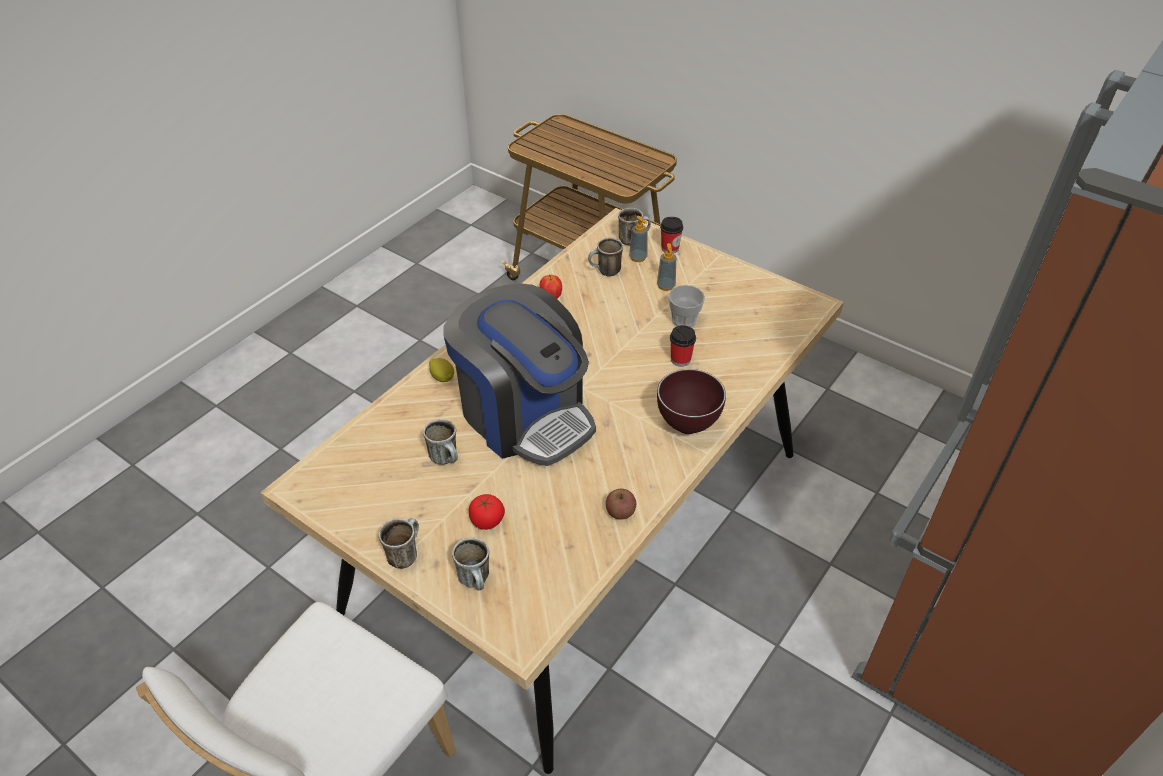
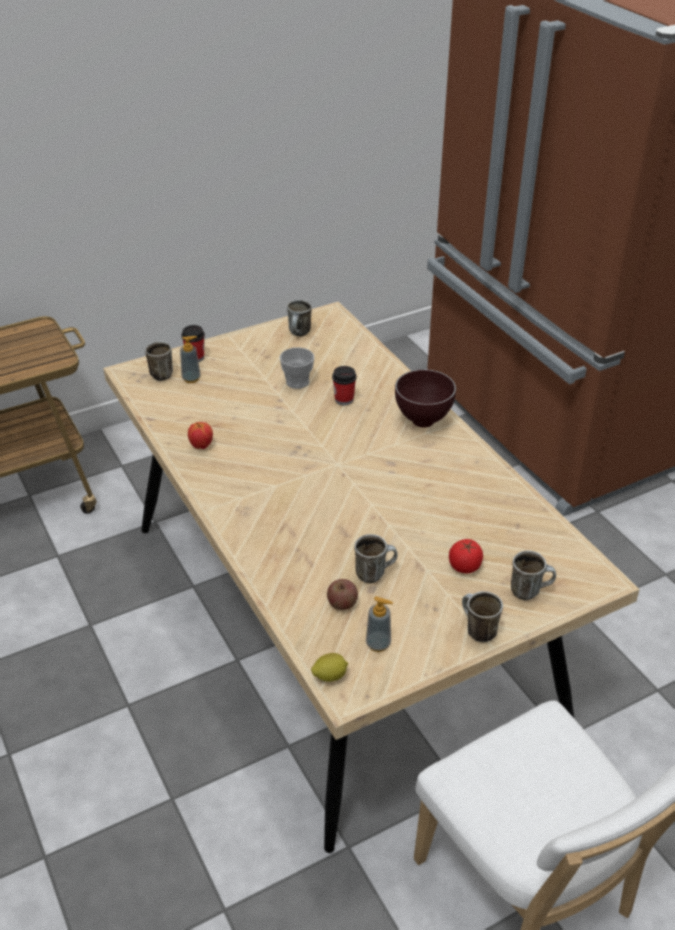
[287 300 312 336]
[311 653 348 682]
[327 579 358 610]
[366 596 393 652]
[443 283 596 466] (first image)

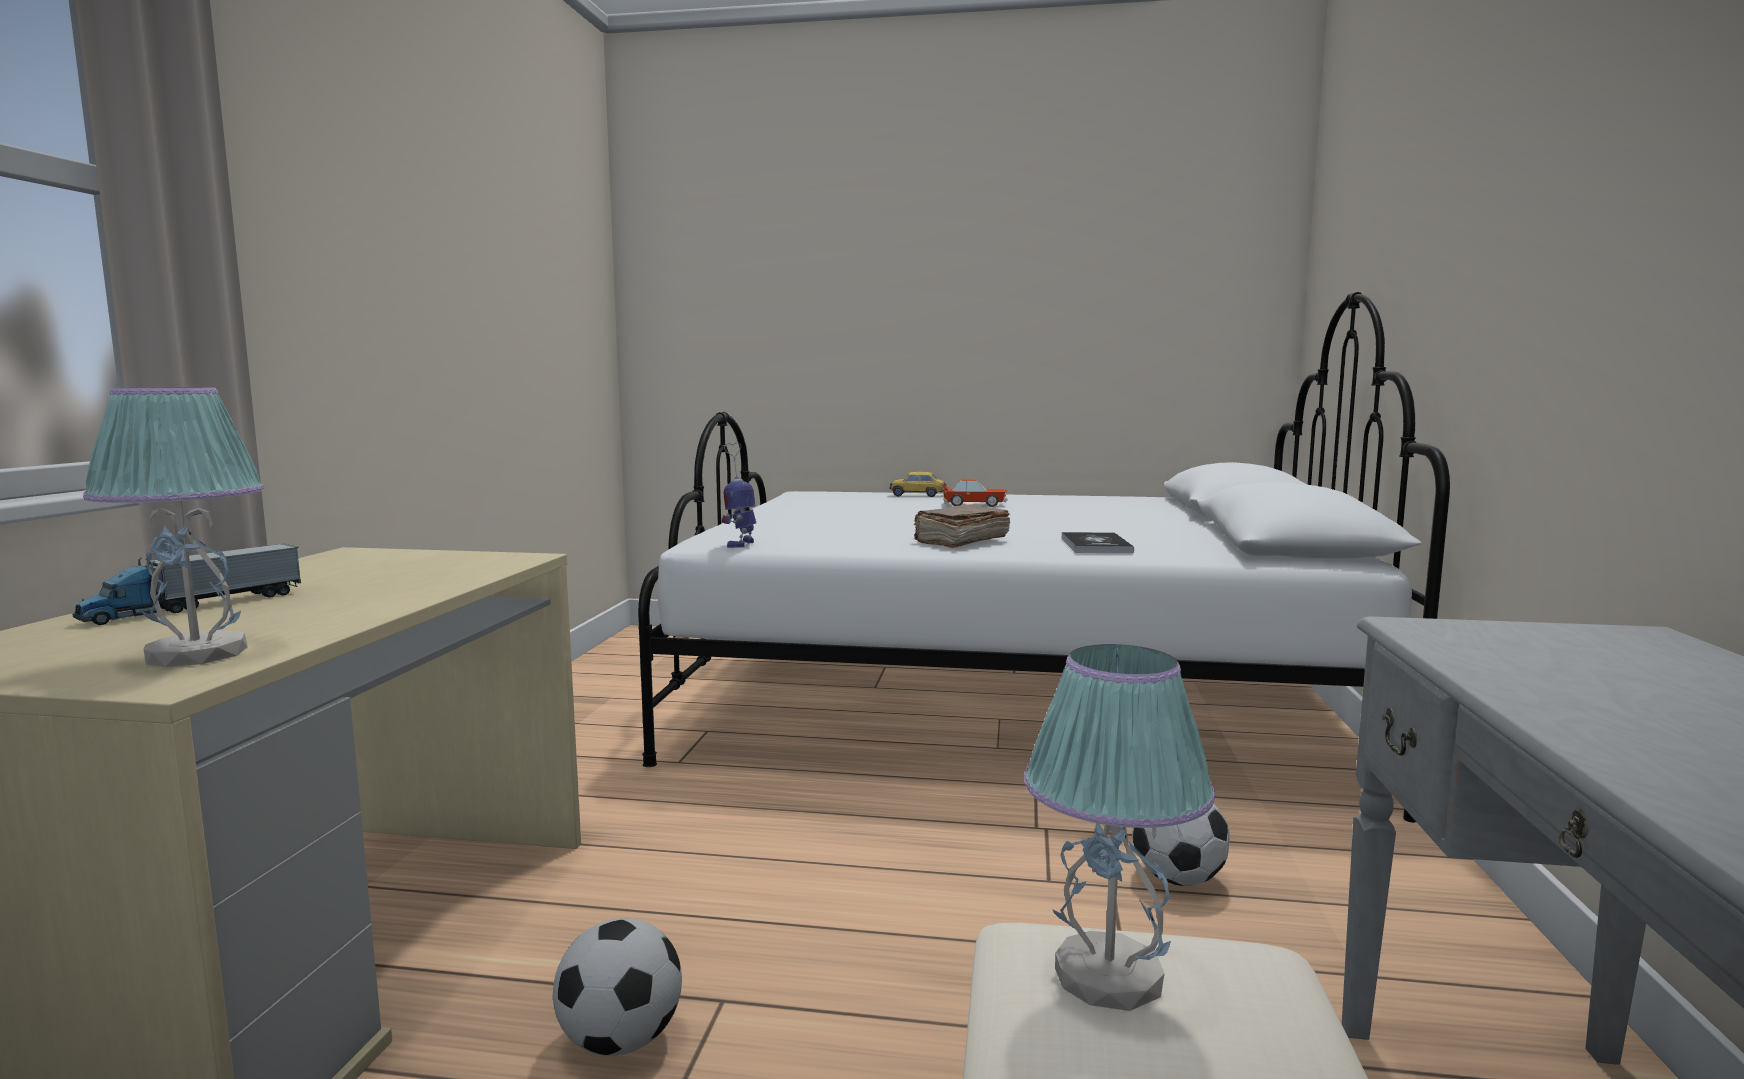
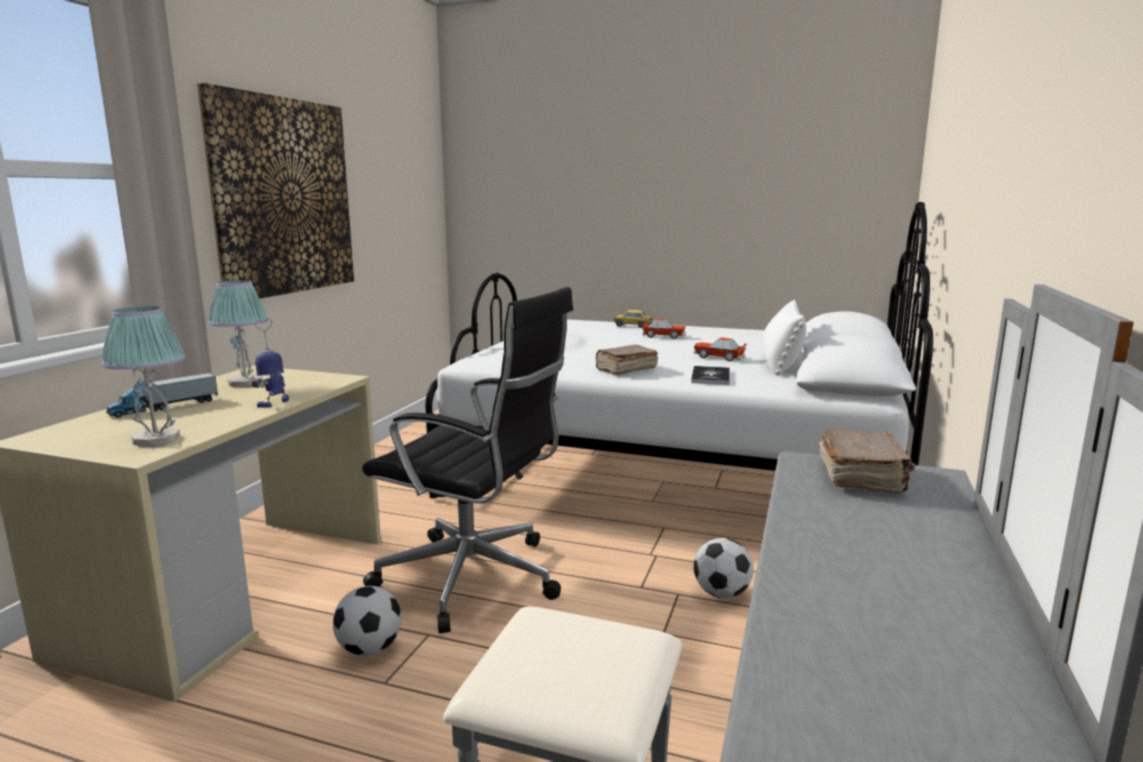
[197 83 354 299]
[208 280 268 387]
[252 319 289 408]
[362 287 573 633]
[694 338 747 361]
[763 300 806 375]
[819 428 915 493]

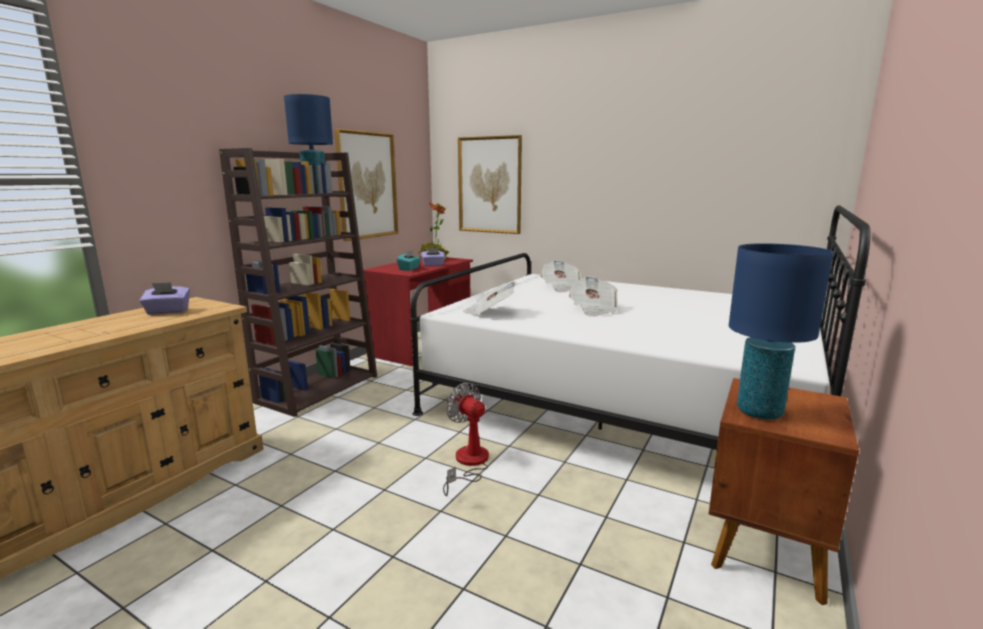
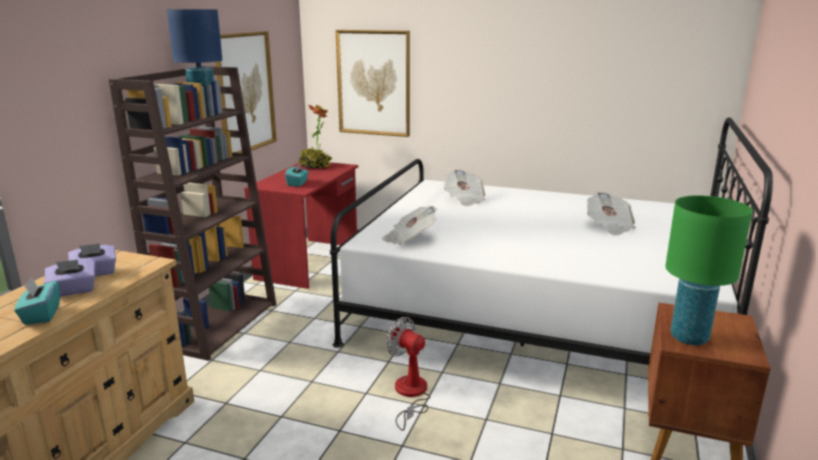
[14 277 60 325]
[44 259 95 297]
[587 192 636 236]
[665 195 753 345]

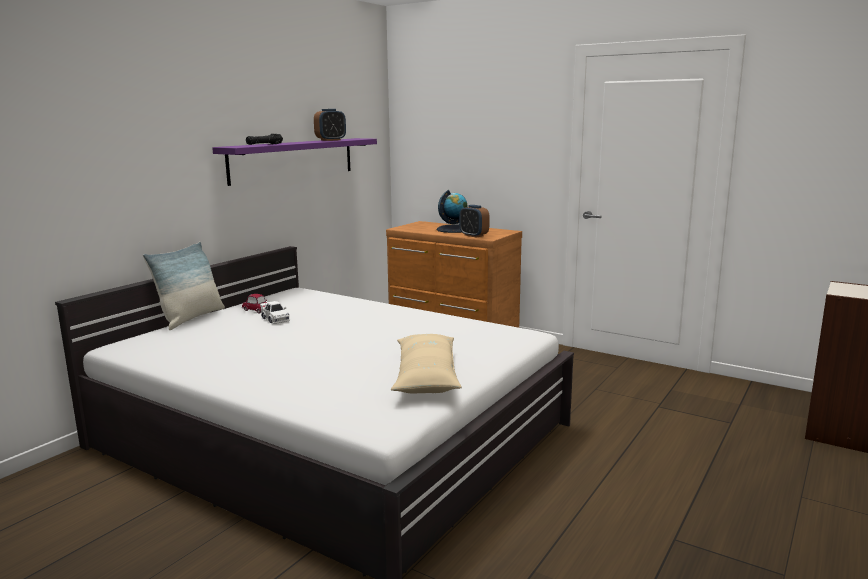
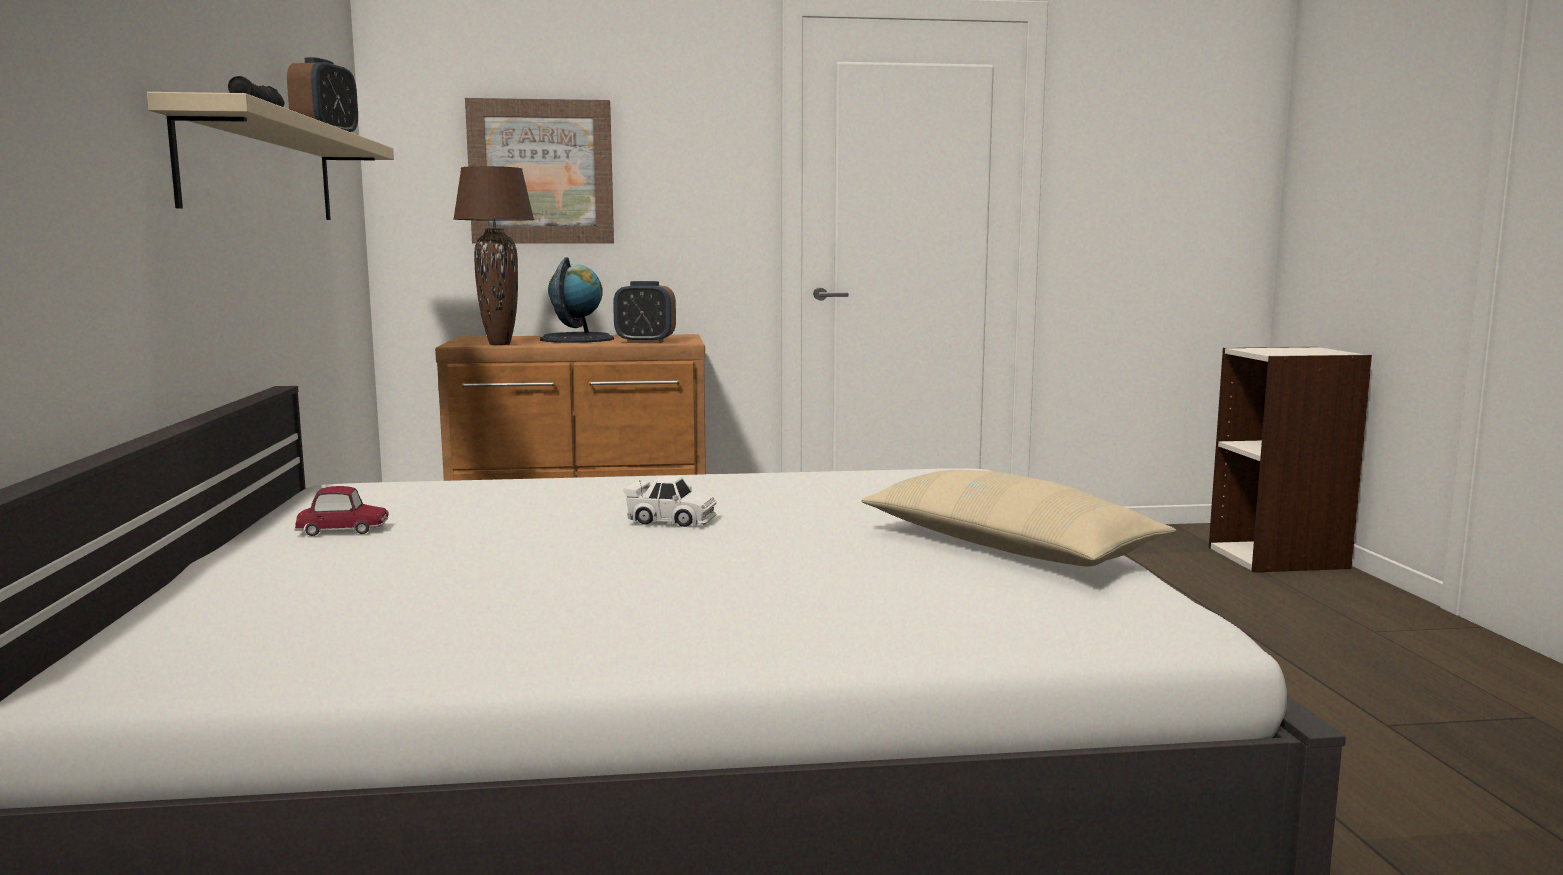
[147 92 394 220]
[453 166 534 345]
[465 98 614 244]
[624 476 717 527]
[143 242 225 330] (first image)

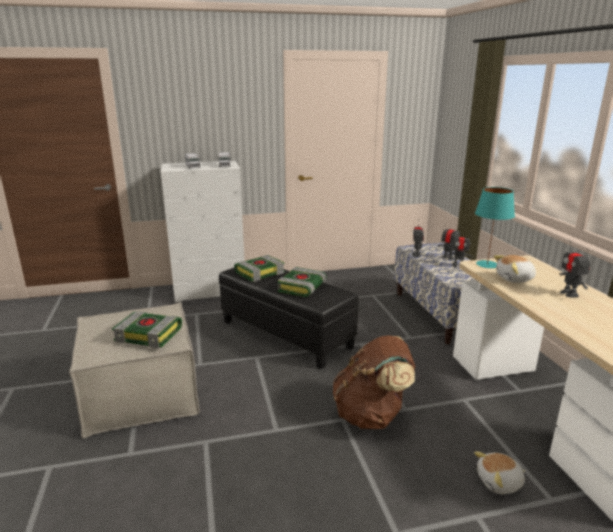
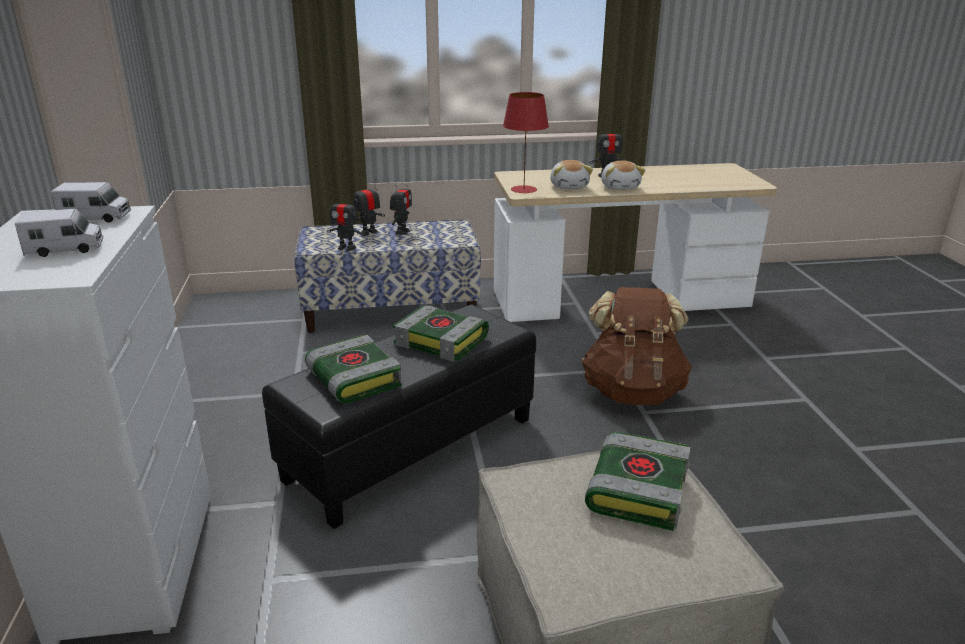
[503 92 549 193]
[601 161 646 190]

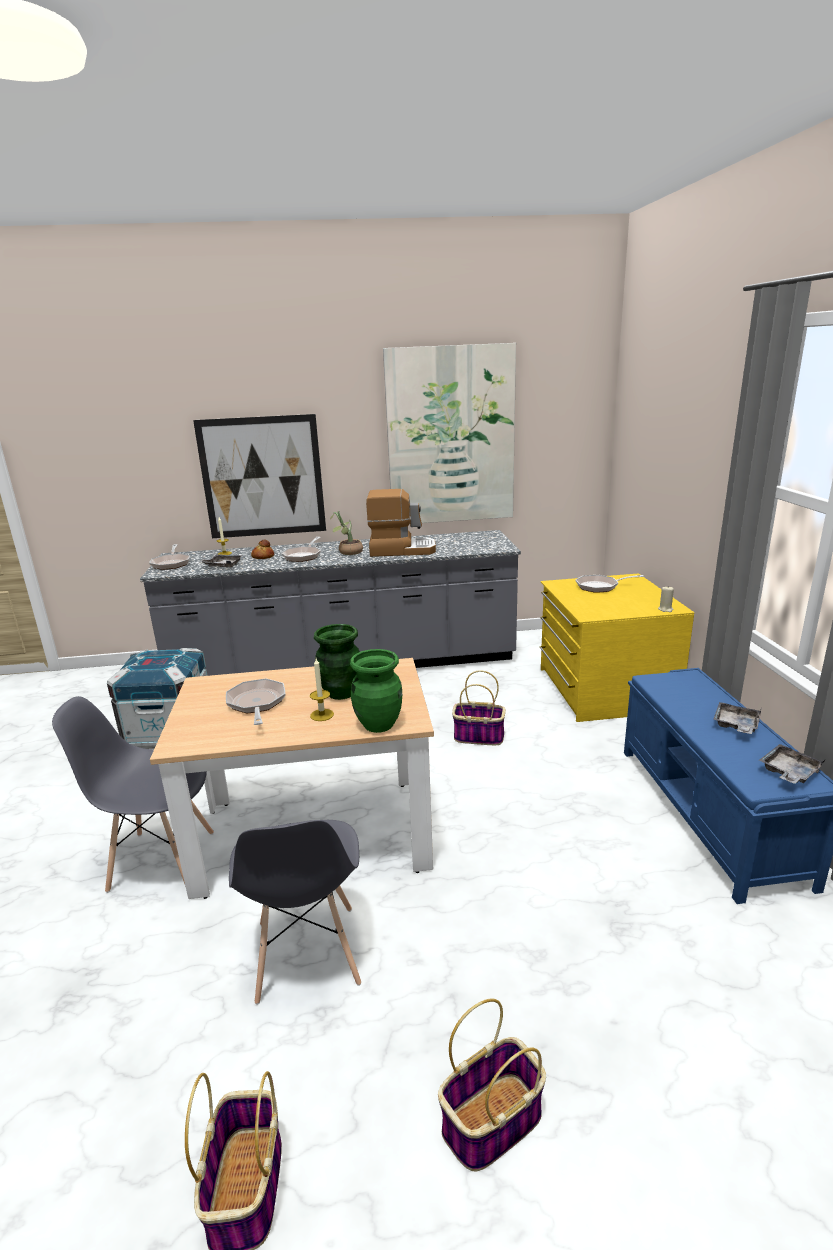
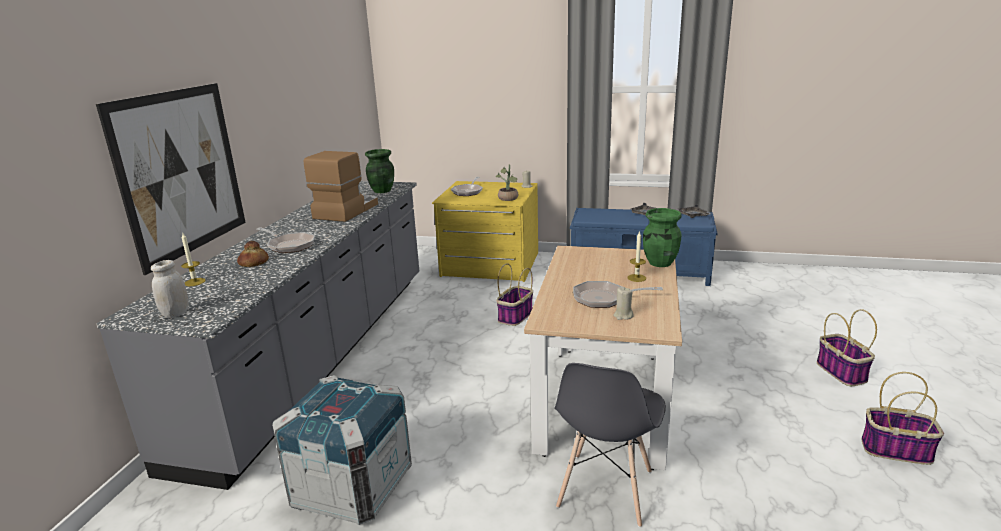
[151 260 188 318]
[365 149 394 193]
[496 164 518 201]
[613 287 634 320]
[199 554 241 567] (first image)
[229 820 361 1005] (first image)
[383 343 516 523] (first image)

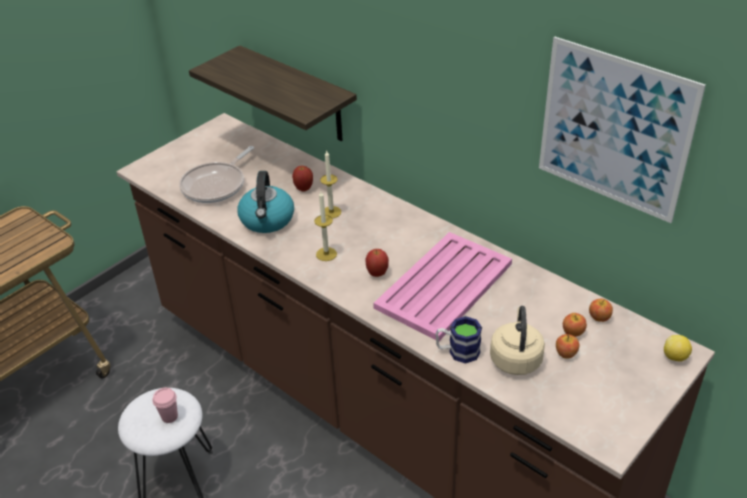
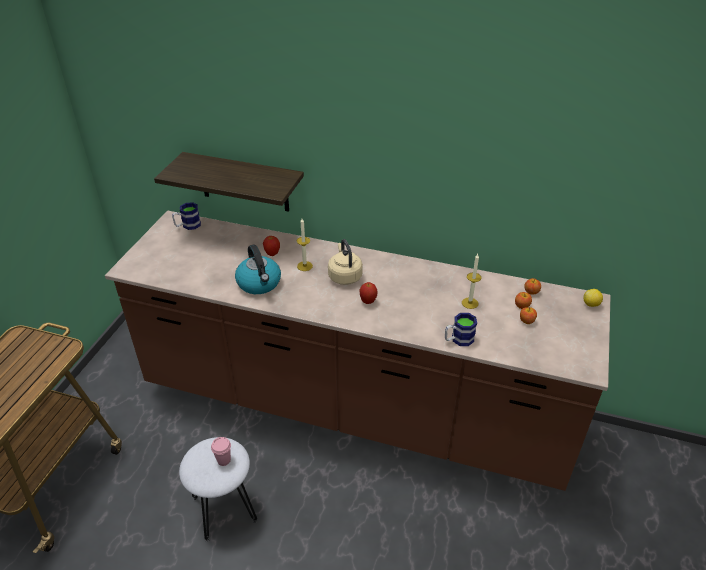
[172 202 201 230]
[328 239 363 285]
[462 254 481 309]
[179 146 254 203] (first image)
[373 232 512 341] (first image)
[539 37 706 223] (first image)

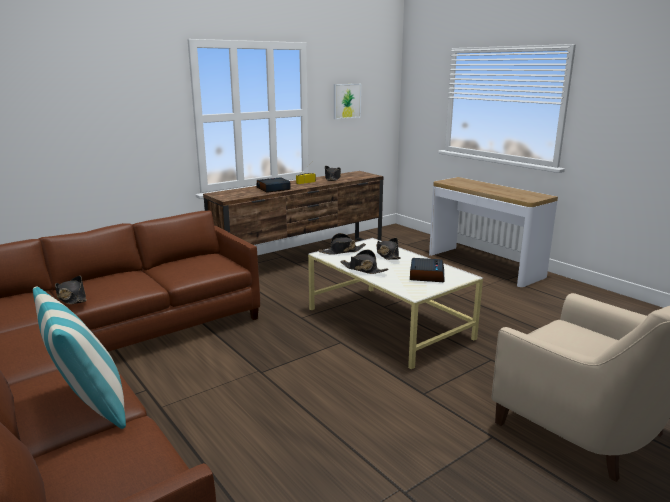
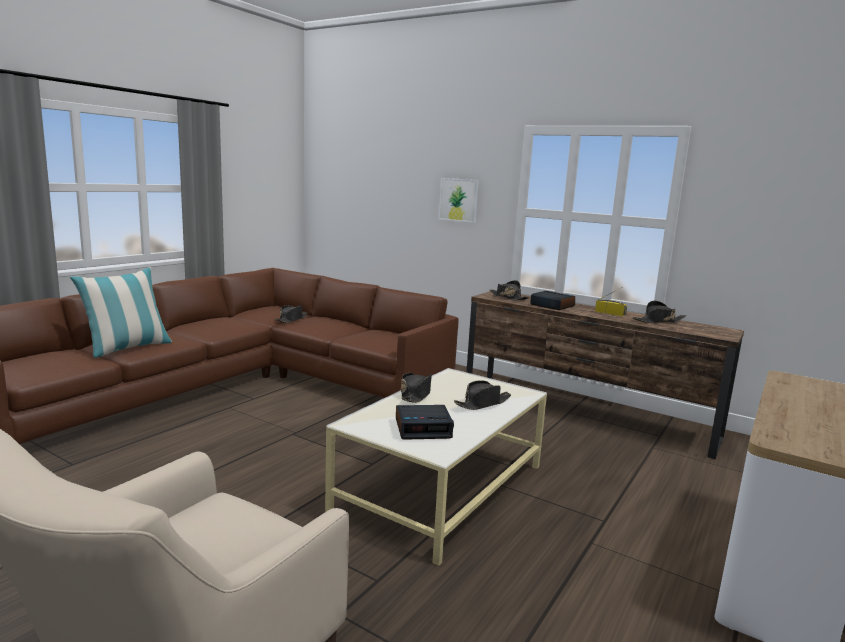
[439 178 479 223]
[489 280 529 300]

